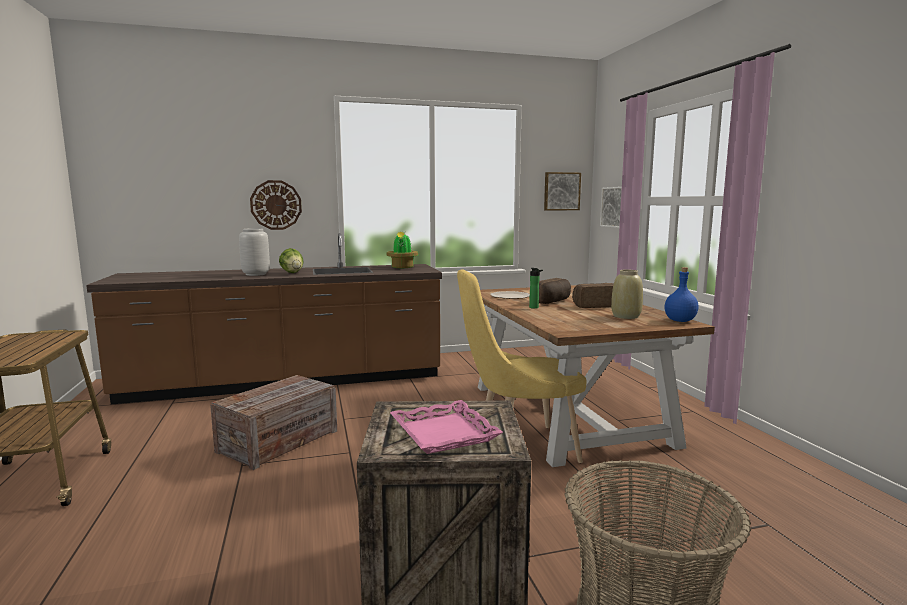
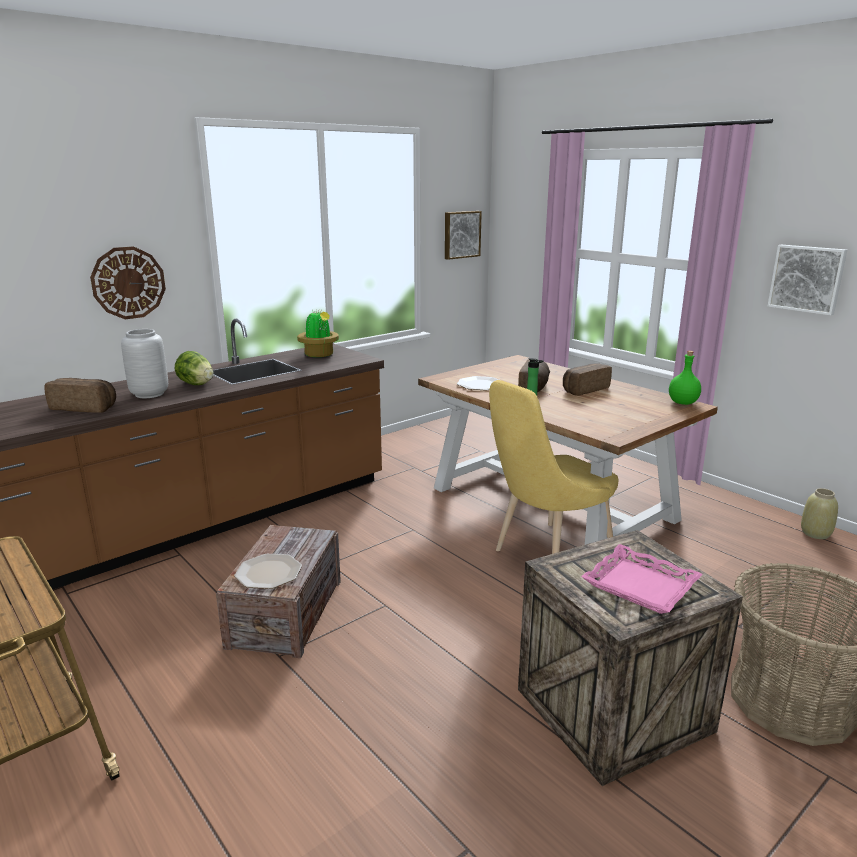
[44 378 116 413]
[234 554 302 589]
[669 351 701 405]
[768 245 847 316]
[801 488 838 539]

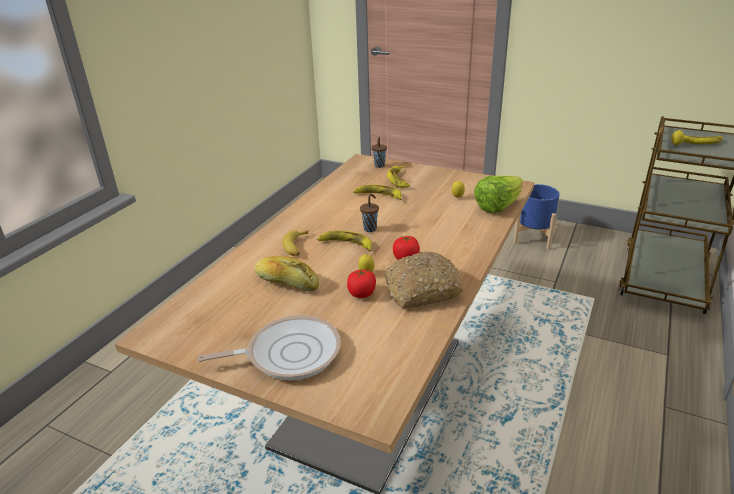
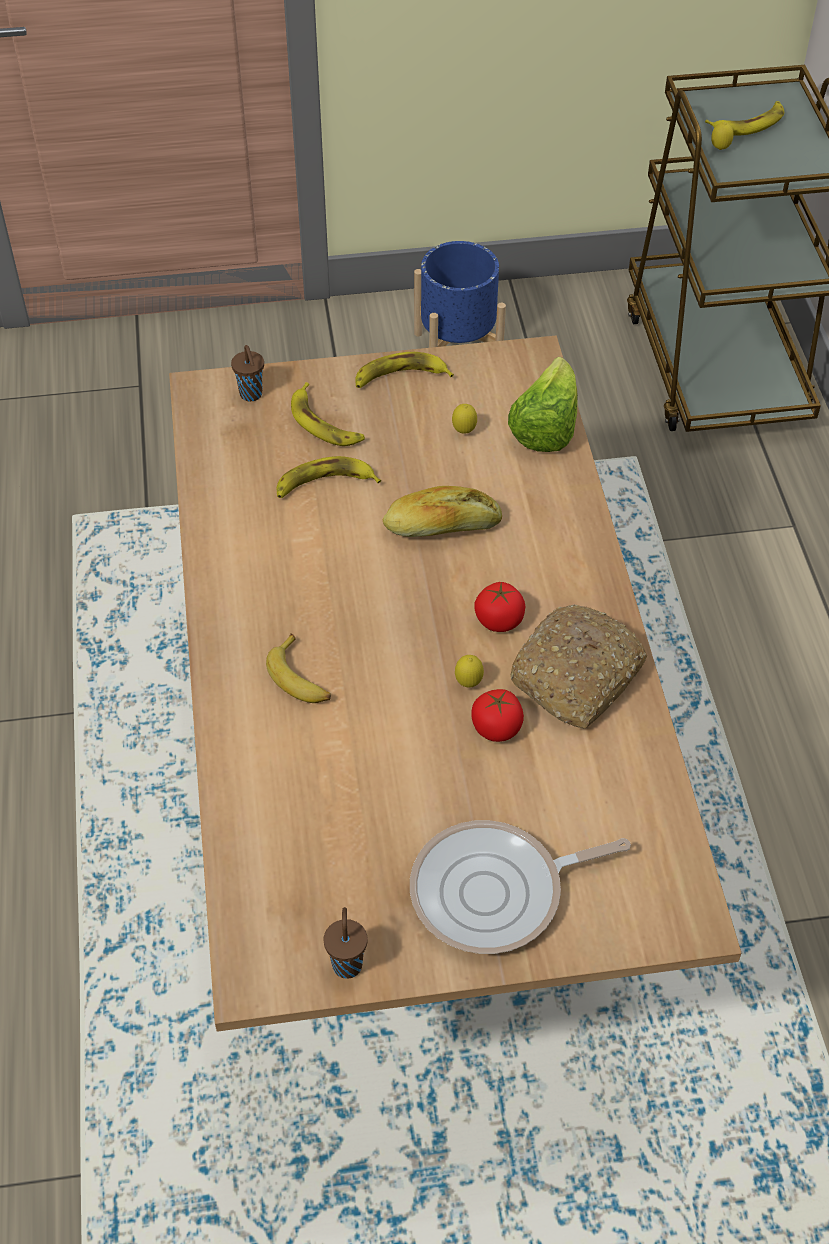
[323 907 368 979]
[355 352 454 388]
[382 486 502 537]
[410 820 631 954]

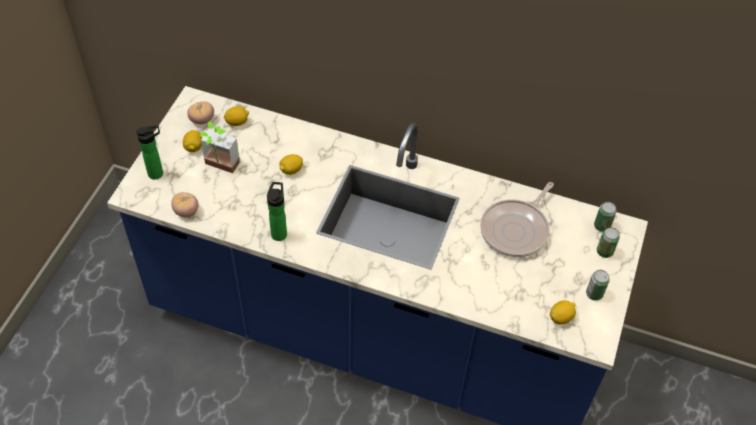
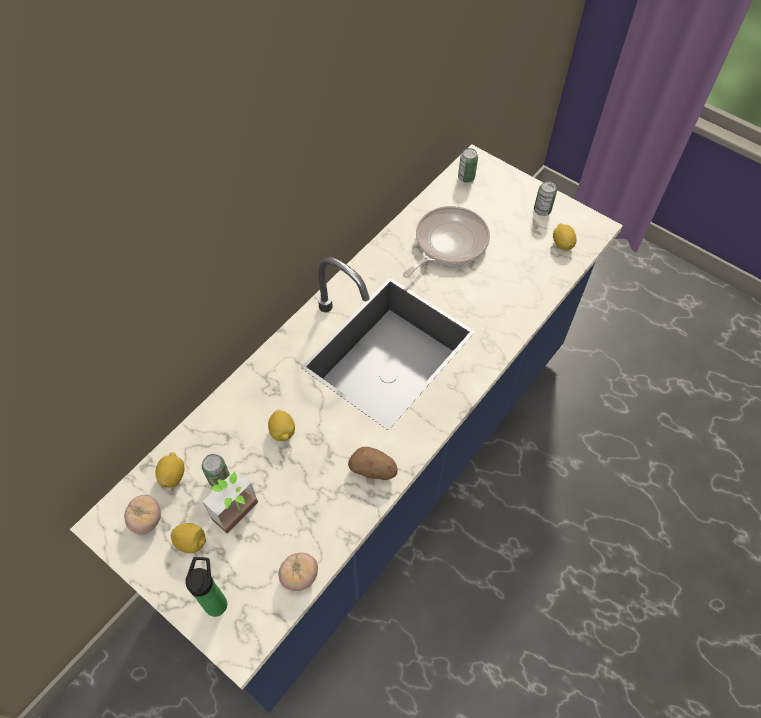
[202 454 230 487]
[348 447 398 480]
[403 206 490 278]

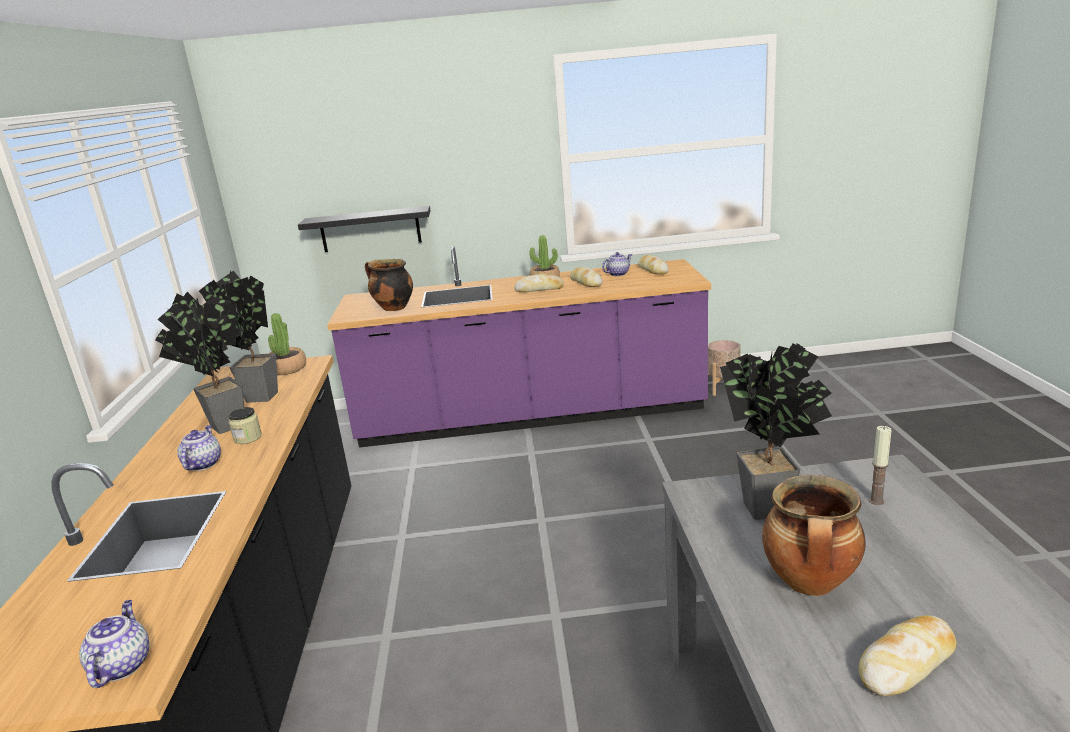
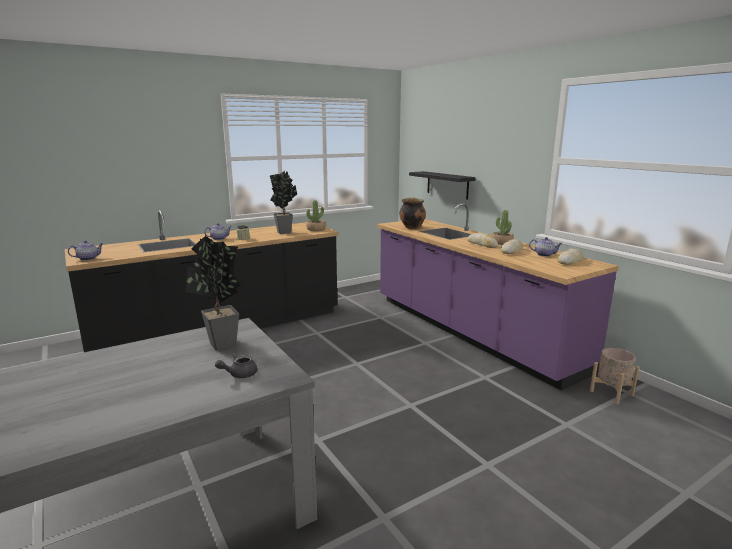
[215 353 257 378]
[155 292 244 434] (first image)
[762 475 866 596] (first image)
[858 615 957 696] (first image)

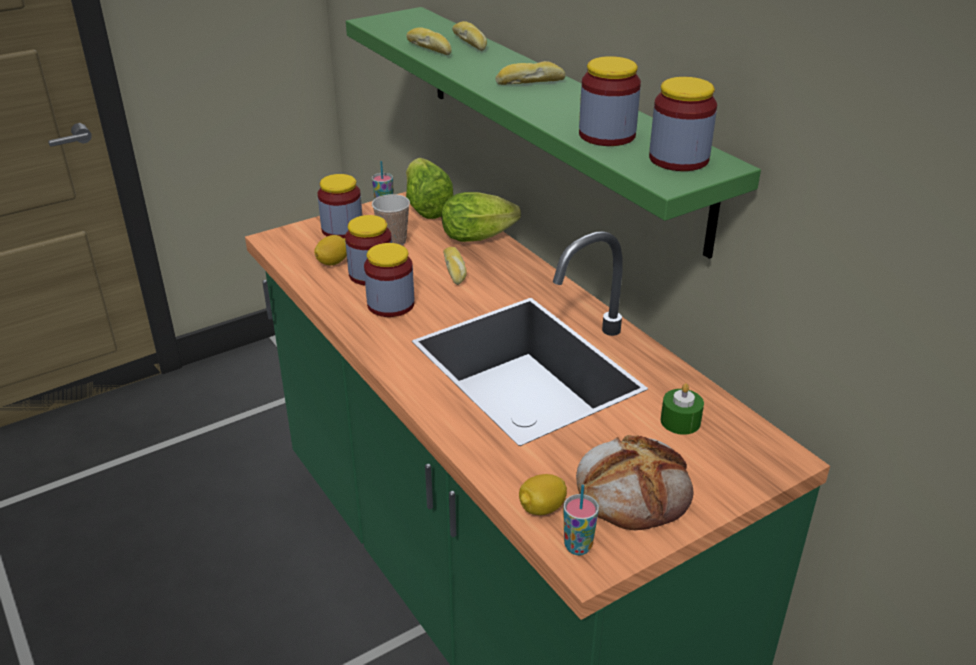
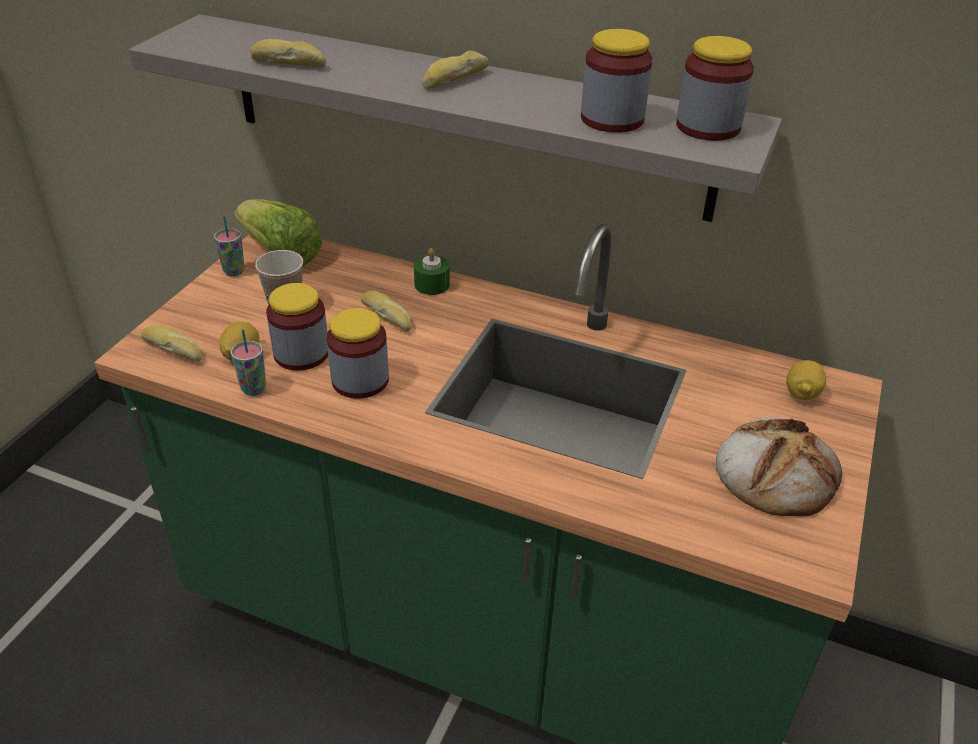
[129 14 782 222]
[141 325 202 362]
[231 329 266 396]
[414 248 450 295]
[786 360 826 400]
[318 174 362 238] (first image)
[441 192 521 242] (first image)

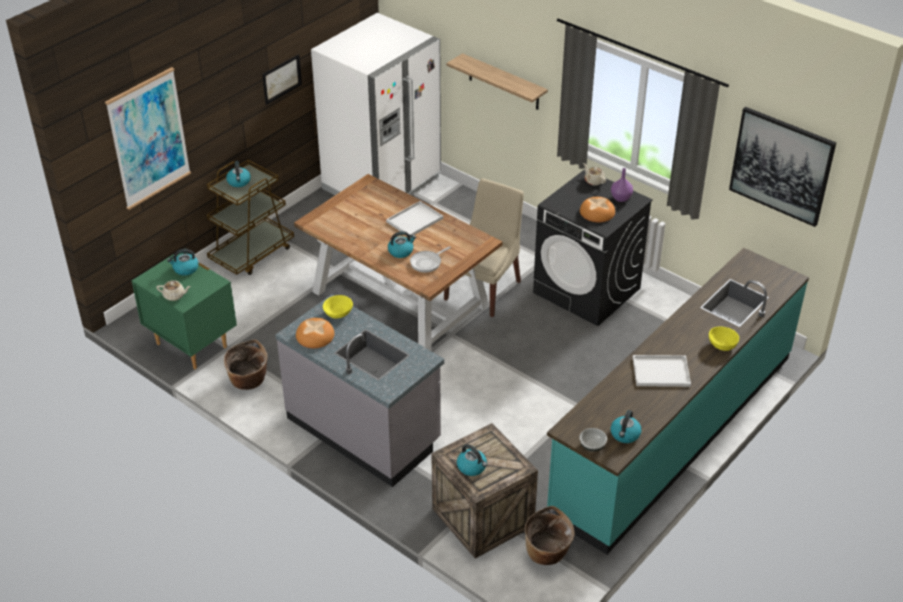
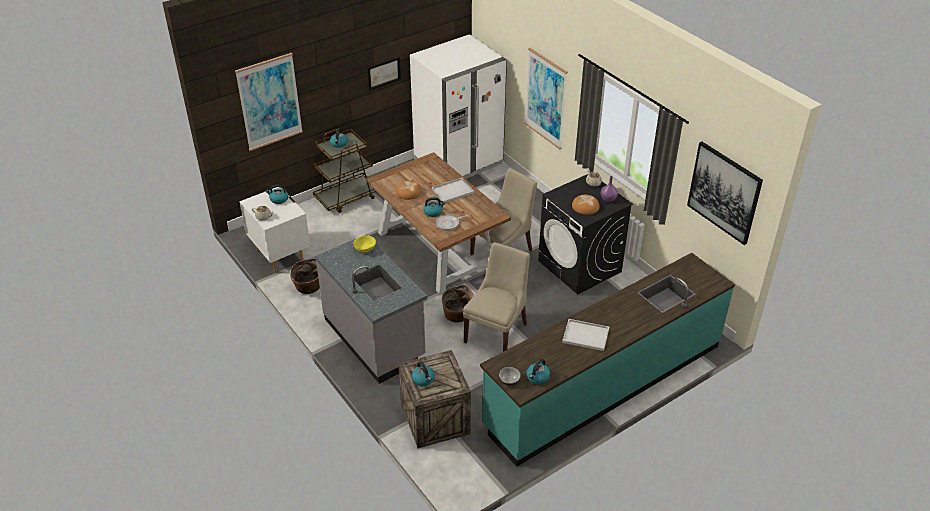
[240 187 310 273]
[396 181 422 200]
[442 285 474 323]
[463 242 530 352]
[525 48 568 149]
[709 326 739 351] (first image)

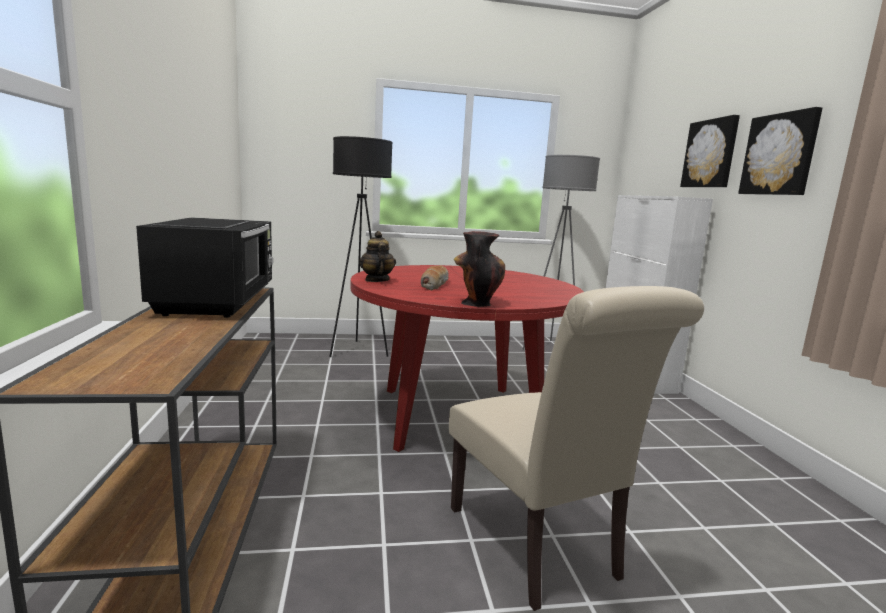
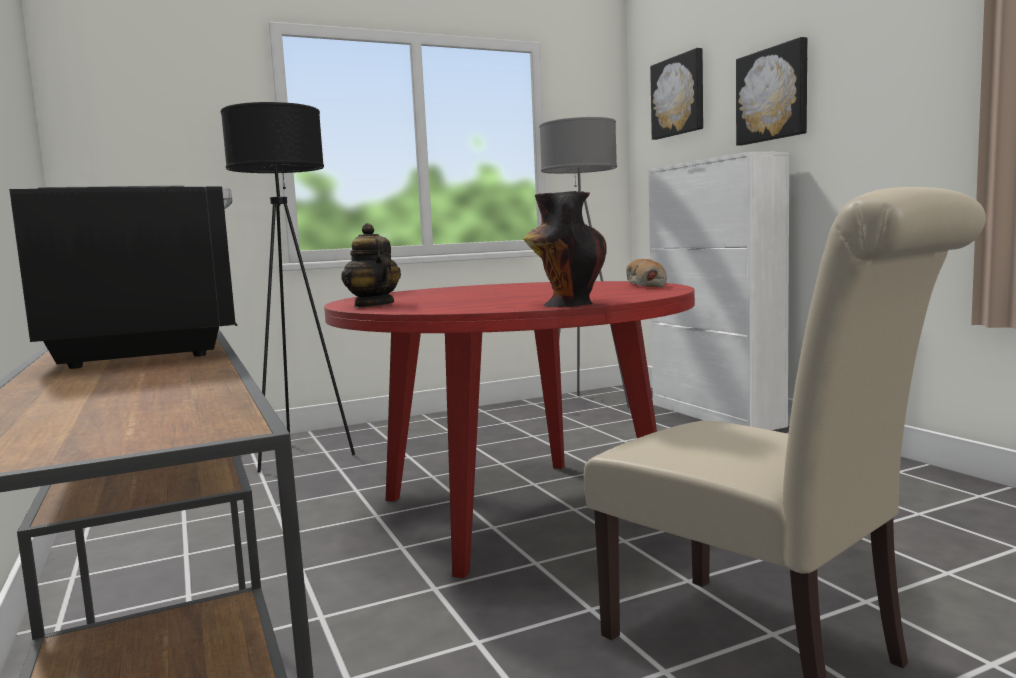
[626 259 667 288]
[650 48 703 140]

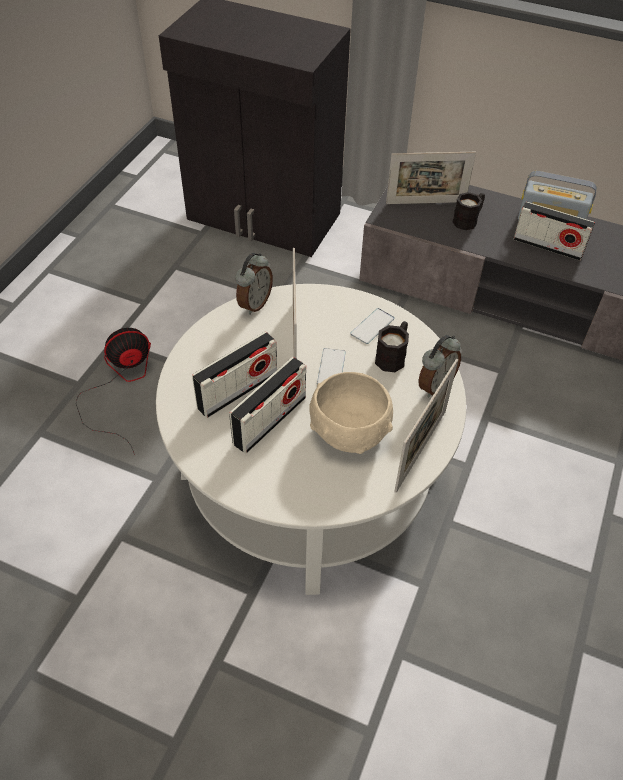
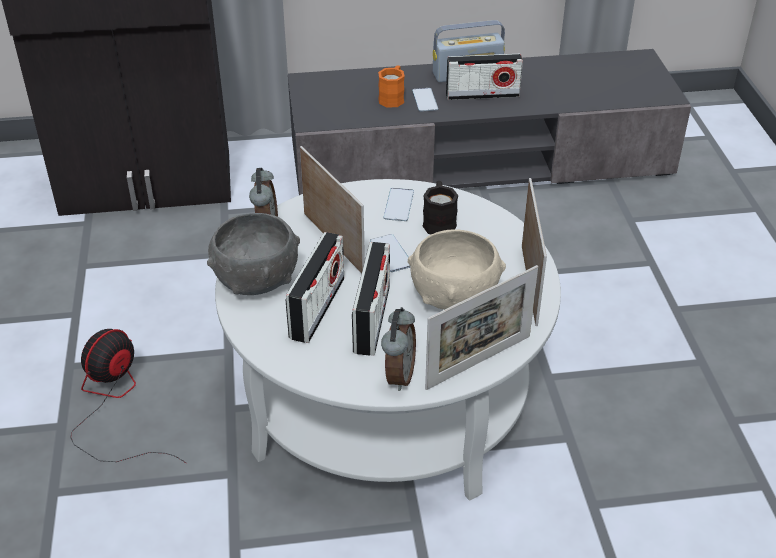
[207 213 300 295]
[378 65 405 108]
[381 307 416 391]
[412 88 438 112]
[425 265 538 390]

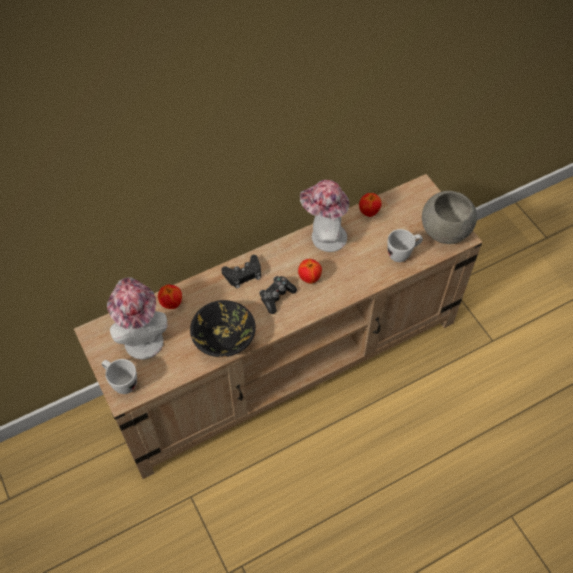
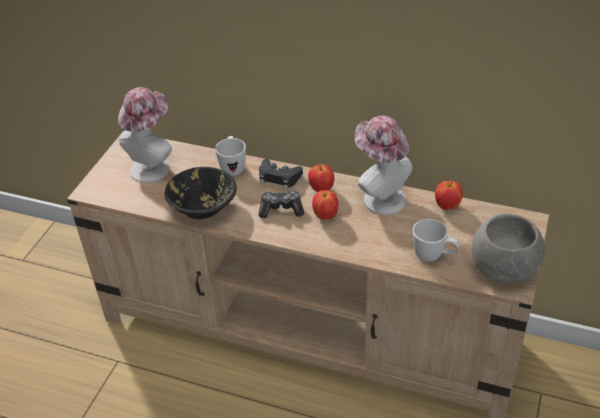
[215 136 246 176]
[308 164 334 192]

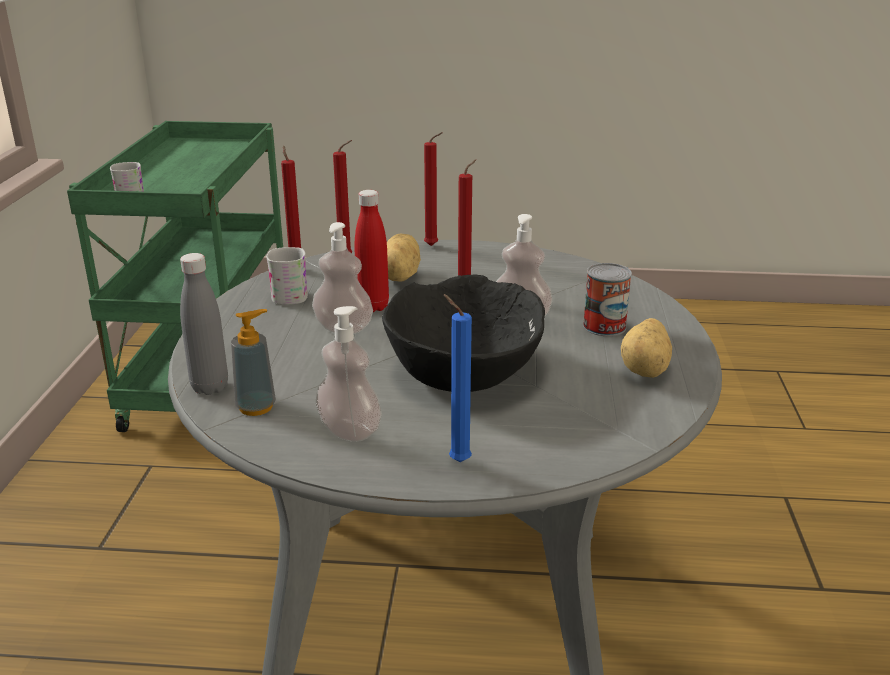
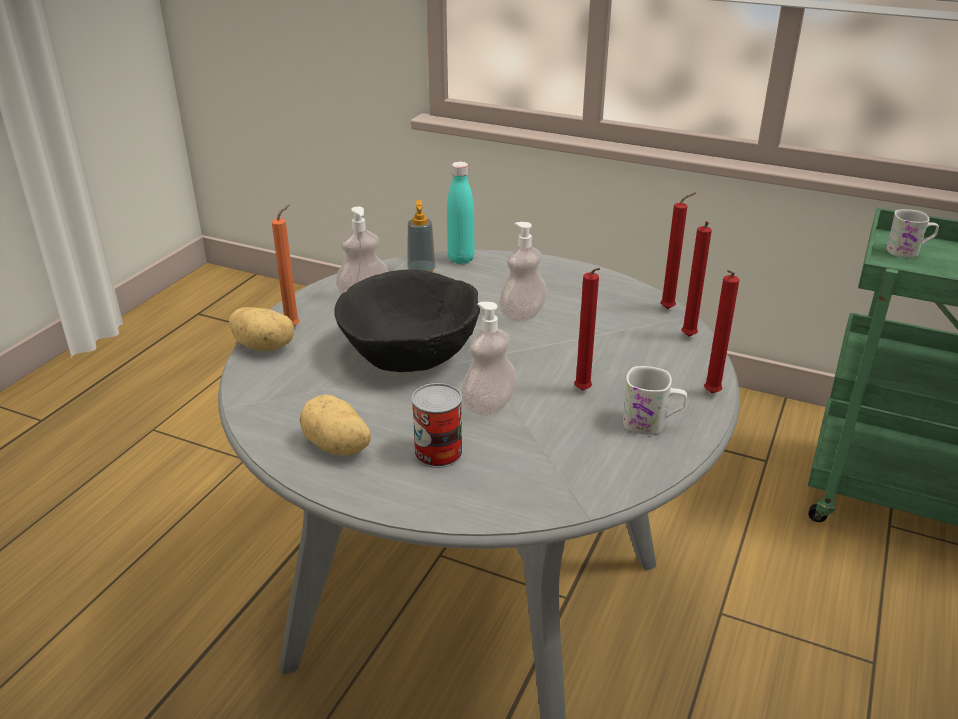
[229 307 294 351]
[272 204 300 326]
[447 161 474 264]
[623 366 687 435]
[354 190 389 312] (first image)

